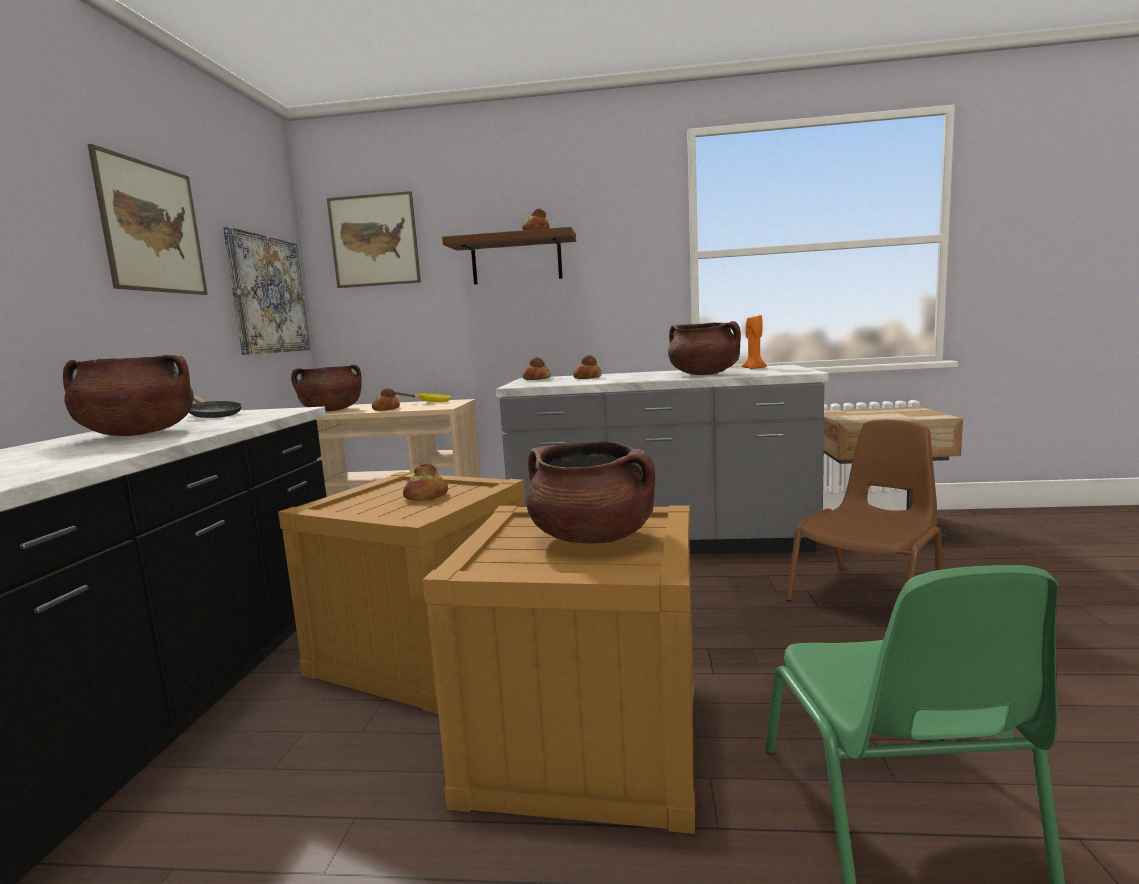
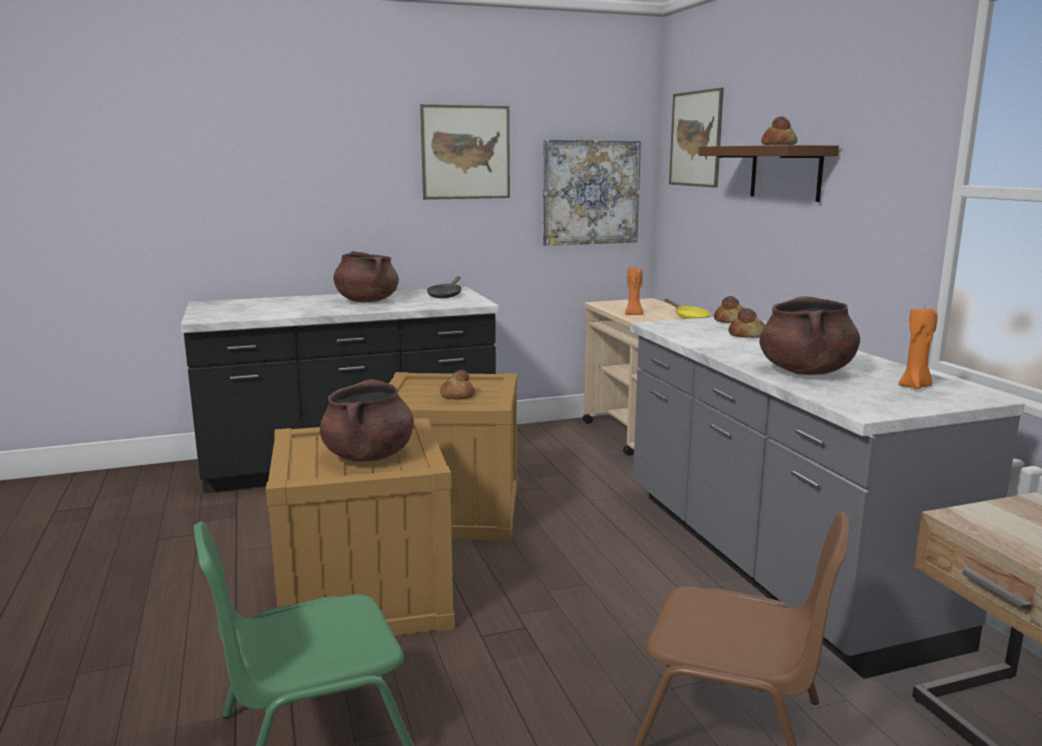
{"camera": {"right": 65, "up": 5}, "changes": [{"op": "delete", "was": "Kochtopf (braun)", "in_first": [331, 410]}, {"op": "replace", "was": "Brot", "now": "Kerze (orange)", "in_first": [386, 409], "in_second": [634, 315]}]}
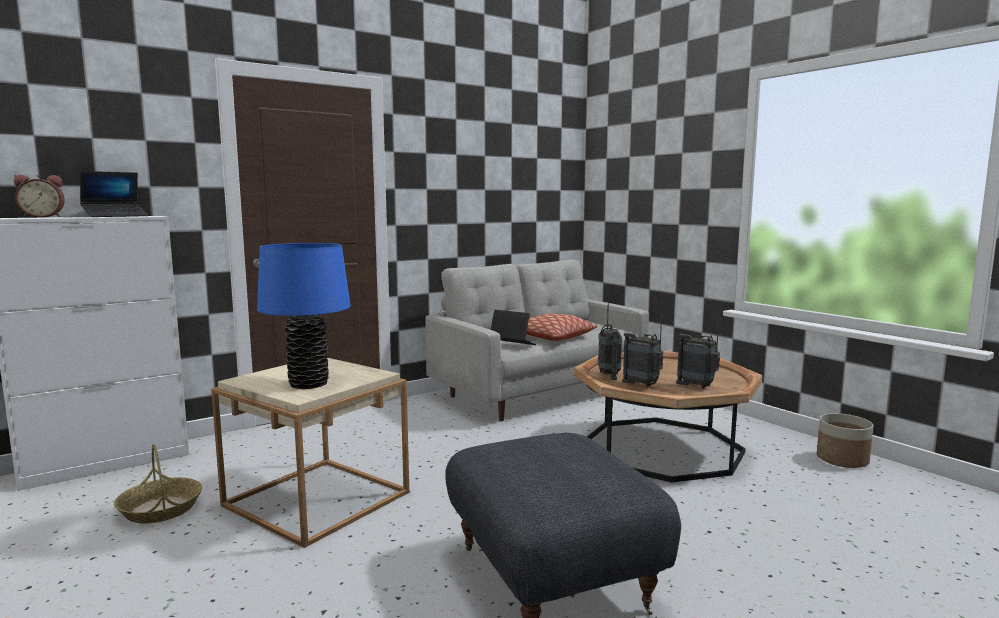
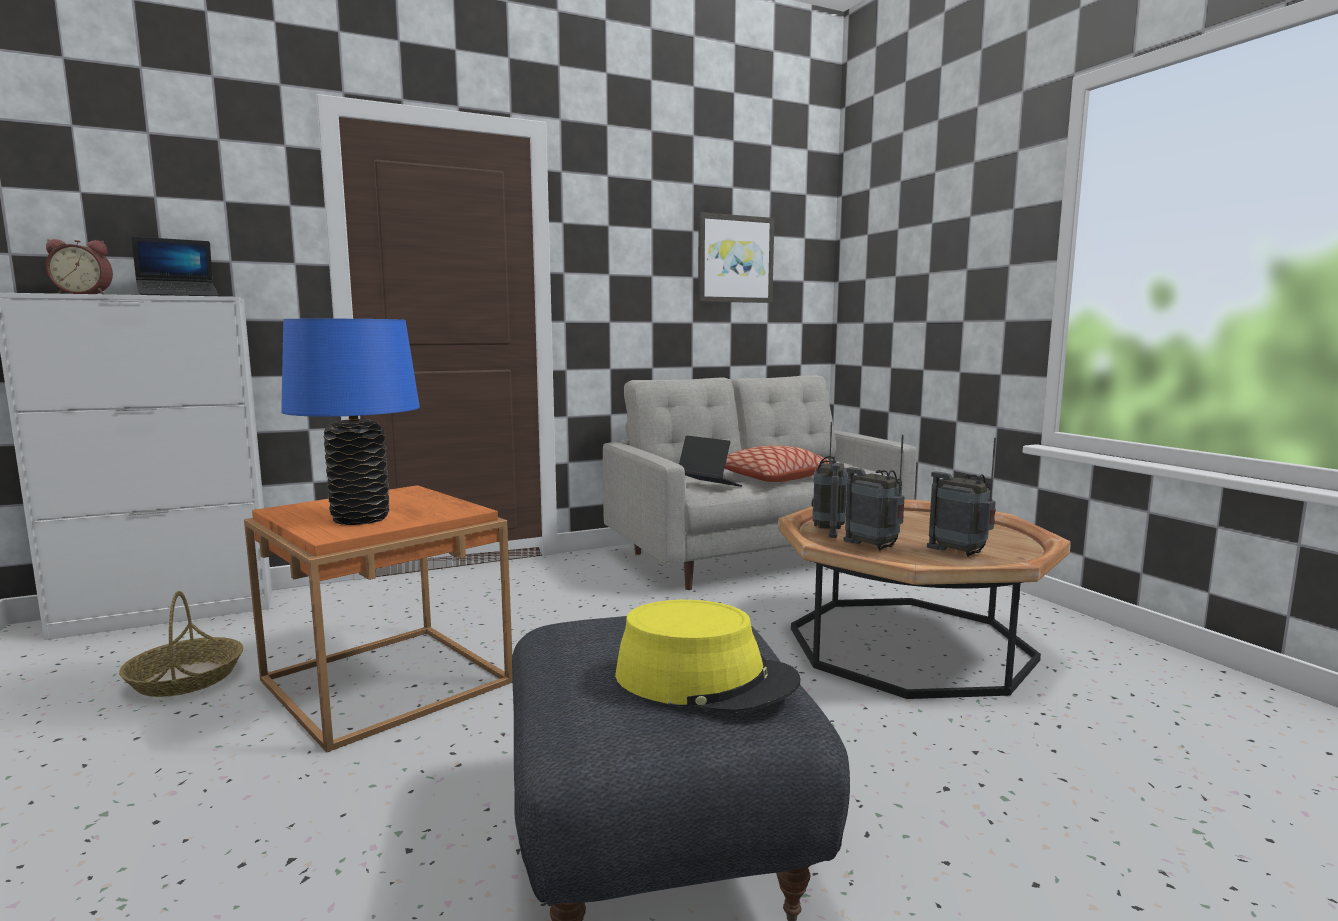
{"camera": {"right": 10, "up": 0}, "changes": [{"op": "delete", "was": "Pflanzkübel", "in_first": [842, 460]}, {"op": "insert", "now": "Hut (gelb)", "in_second": [705, 679]}, {"op": "insert", "now": "Bild", "in_second": [735, 259]}, {"op": "recolor", "was": "Beistelltisch (beige)", "now": "Beistelltisch (orange)", "in_first": [317, 499], "in_second": [386, 681]}]}
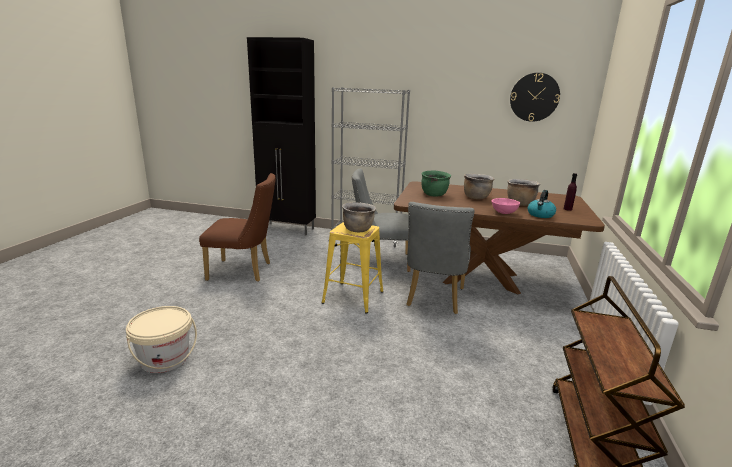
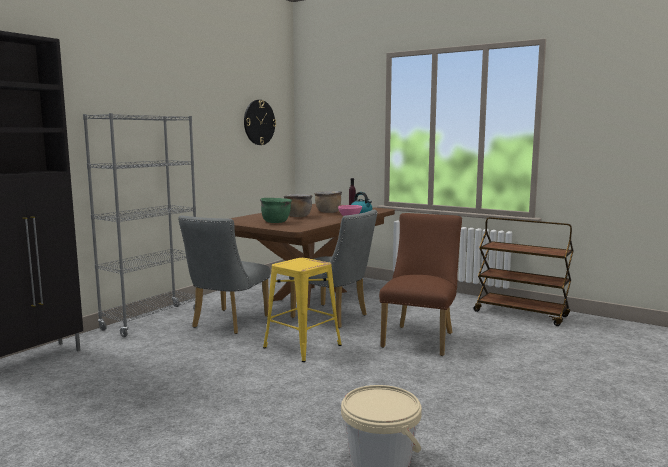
{"camera": {"right": -70, "up": -10}, "changes": [{"op": "delete", "was": "Kochtopf (braun)", "in_first": [358, 230]}, {"op": "move", "was": "Stuhl (braun)", "in_first": [244, 271], "in_second": [420, 338]}]}
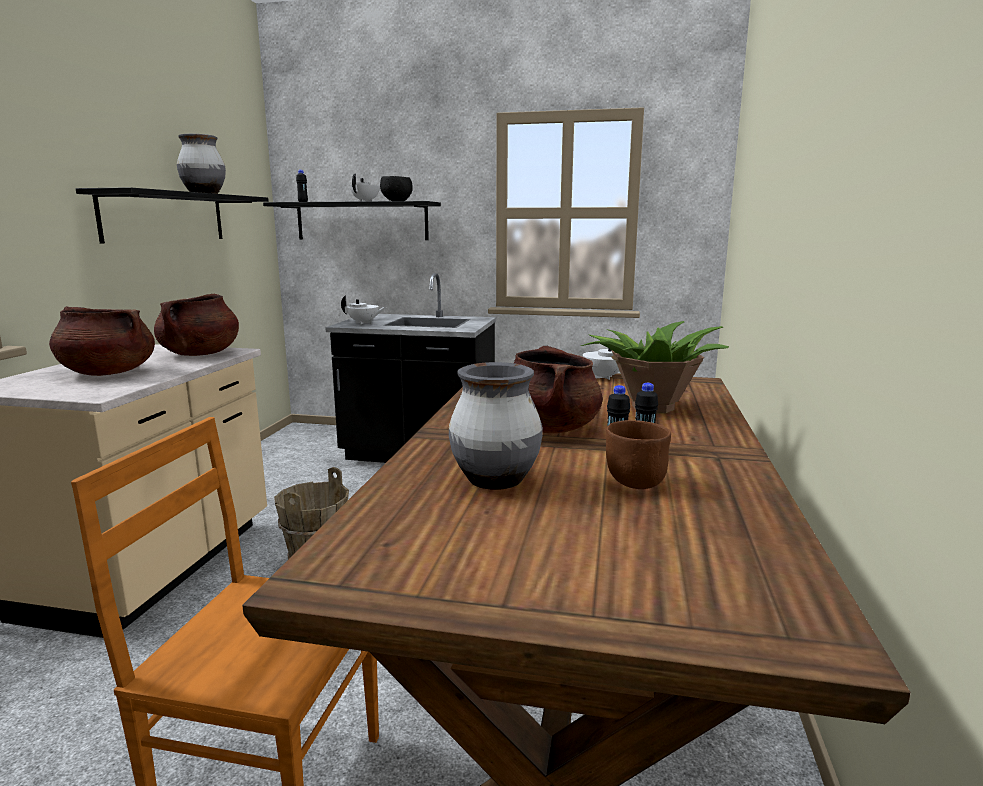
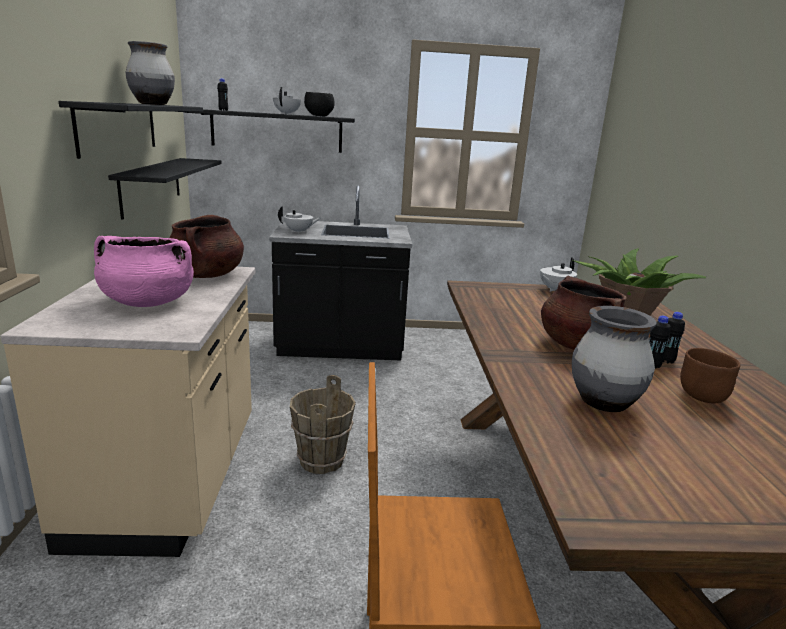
{"camera": {"right": -15, "up": 5}, "changes": [{"op": "insert", "now": "Wandregal (schwarz)", "in_second": [151, 185]}, {"op": "recolor", "was": "Kochtopf (braun)", "now": "Kochtopf (rosa)", "in_first": [107, 373], "in_second": [147, 302]}]}
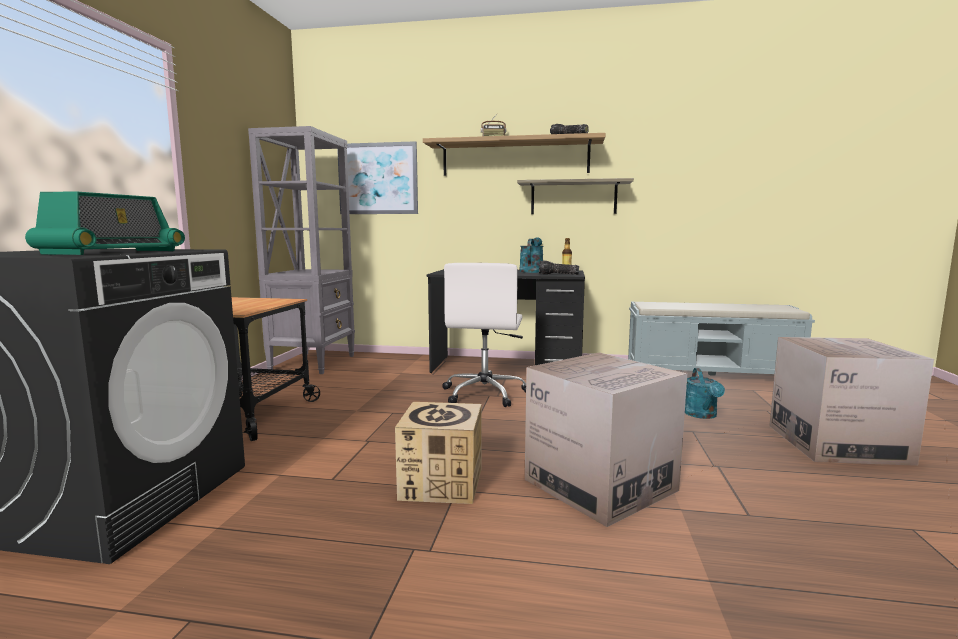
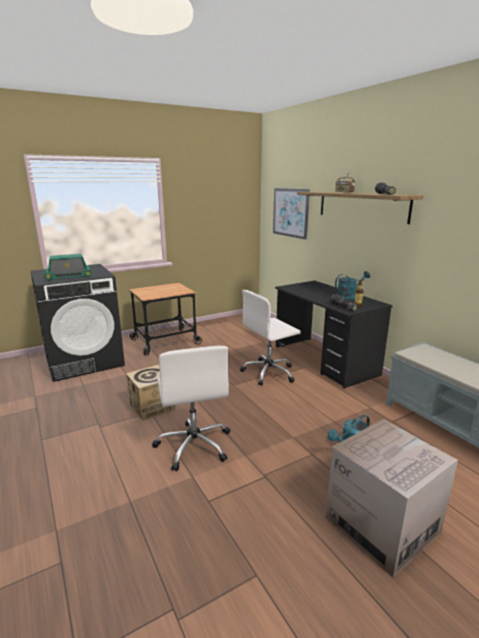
{"camera": {"right": 50, "up": 10}, "changes": [{"op": "delete", "was": "Bücherregal (grau)", "in_first": [314, 363]}, {"op": "delete", "was": "Wandregal", "in_first": [573, 198]}, {"op": "replace", "was": "Karton", "now": "Bürostuhl (weiß)", "in_first": [600, 485], "in_second": [194, 445]}]}
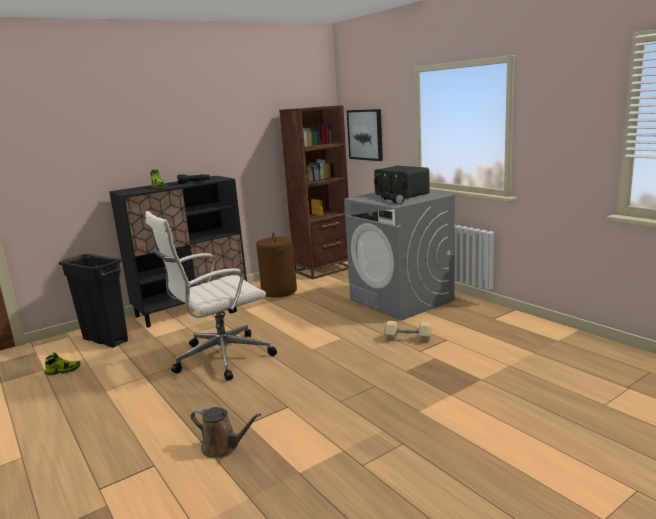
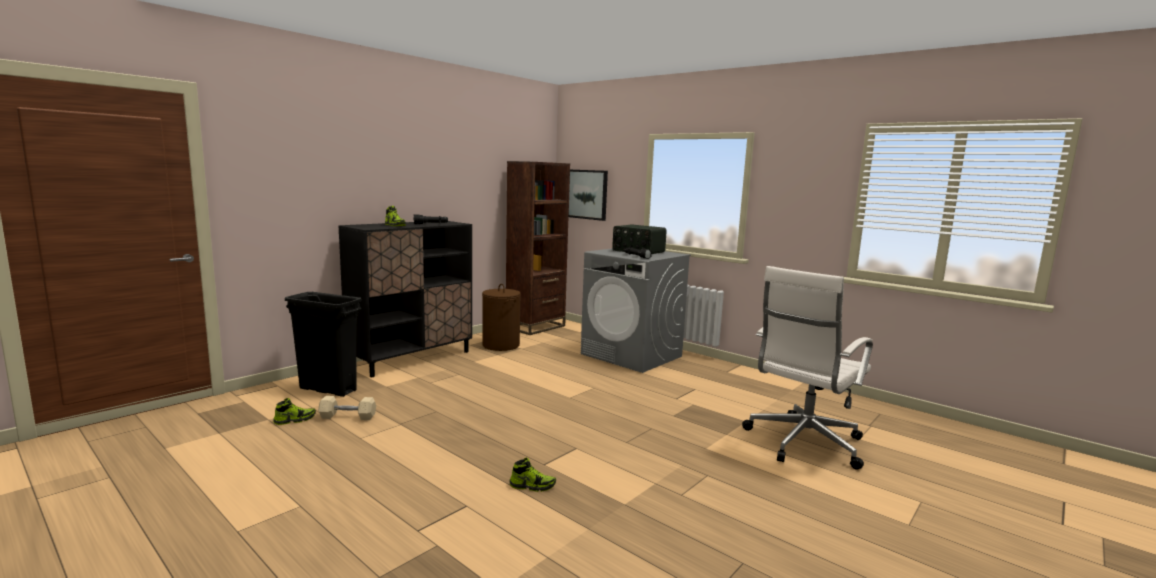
{"camera": {"right": -15, "up": -5}, "changes": [{"op": "move", "was": "Bürostuhl (weiß)", "in_first": [220, 358], "in_second": [802, 443]}, {"op": "move", "was": "Hantel (beige)", "in_first": [408, 338], "in_second": [348, 417]}, {"op": "replace", "was": "Gießkanne (braun)", "now": "Schuh", "in_first": [223, 447], "in_second": [532, 486]}]}
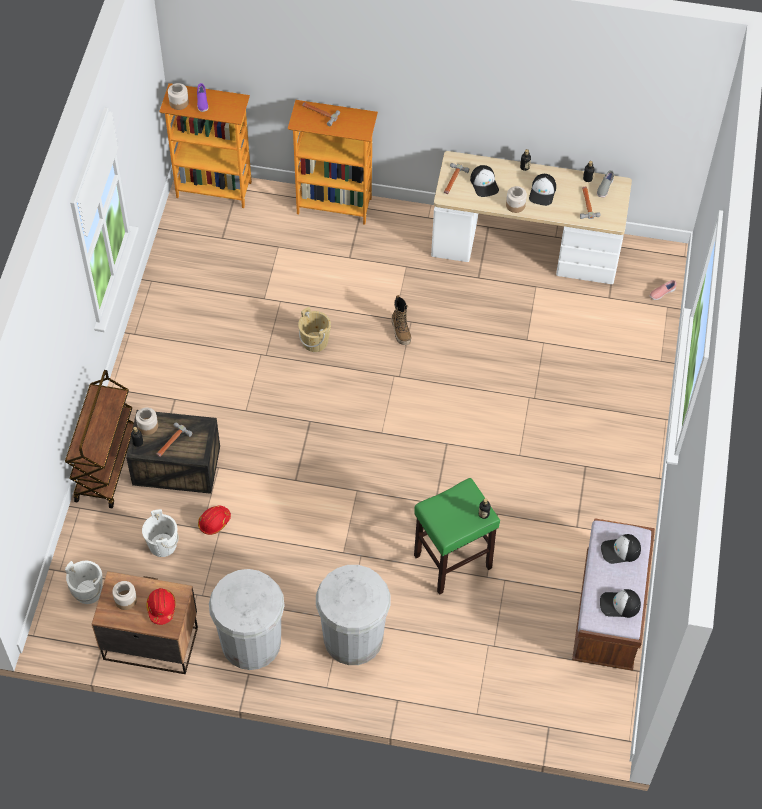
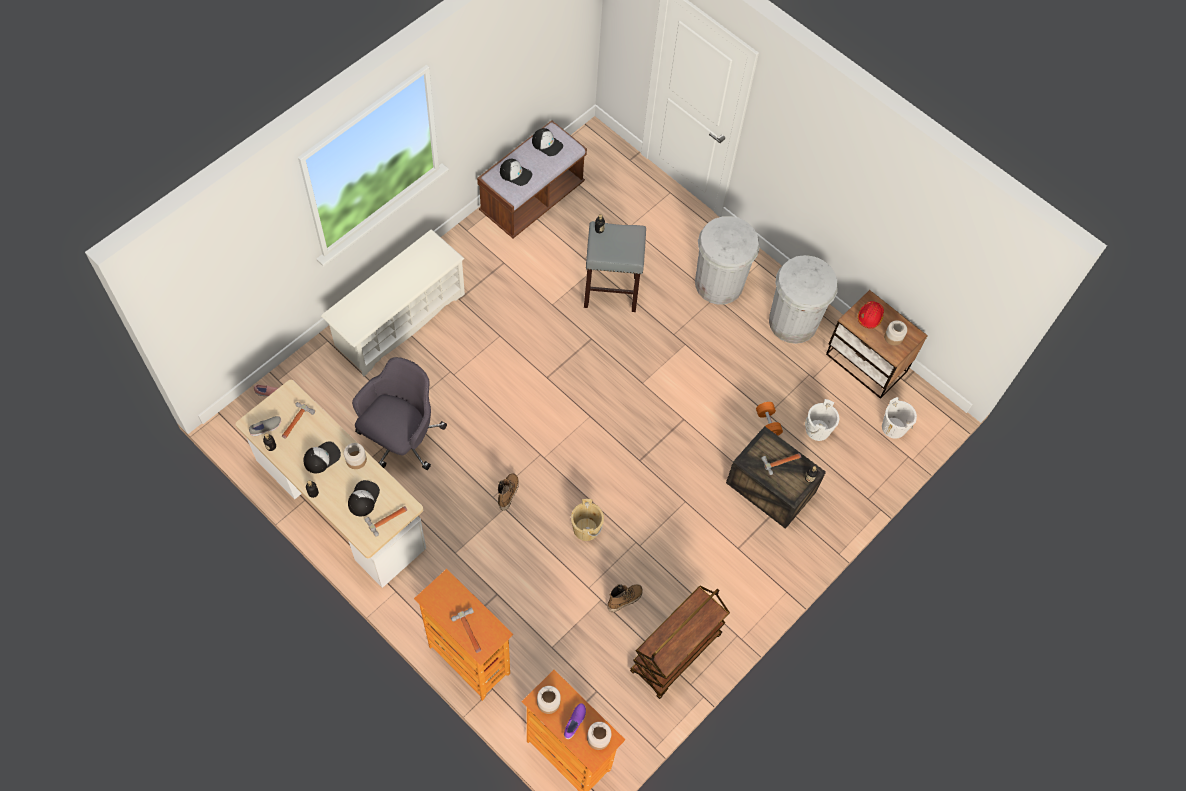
{"camera": {"right": -150, "up": 5}, "changes": [{"op": "insert", "now": "Schuhregal (weiß)", "in_second": [399, 320]}, {"op": "insert", "now": "Bürostuhl (grau)", "in_second": [401, 439]}, {"op": "insert", "now": "Stiefel", "in_second": [624, 599]}, {"op": "move", "was": "Rollwagen (braun)", "in_first": [105, 464], "in_second": [675, 654]}, {"op": "move", "was": "Vorratsglas", "in_first": [147, 426], "in_second": [548, 702]}, {"op": "replace", "was": "Schutzhelm (rot)", "now": "Hantel (orange)", "in_first": [214, 522], "in_second": [767, 423]}, {"op": "recolor", "was": "Hocker (grün)", "now": "Hocker (grau)", "in_first": [452, 562], "in_second": [611, 291]}]}
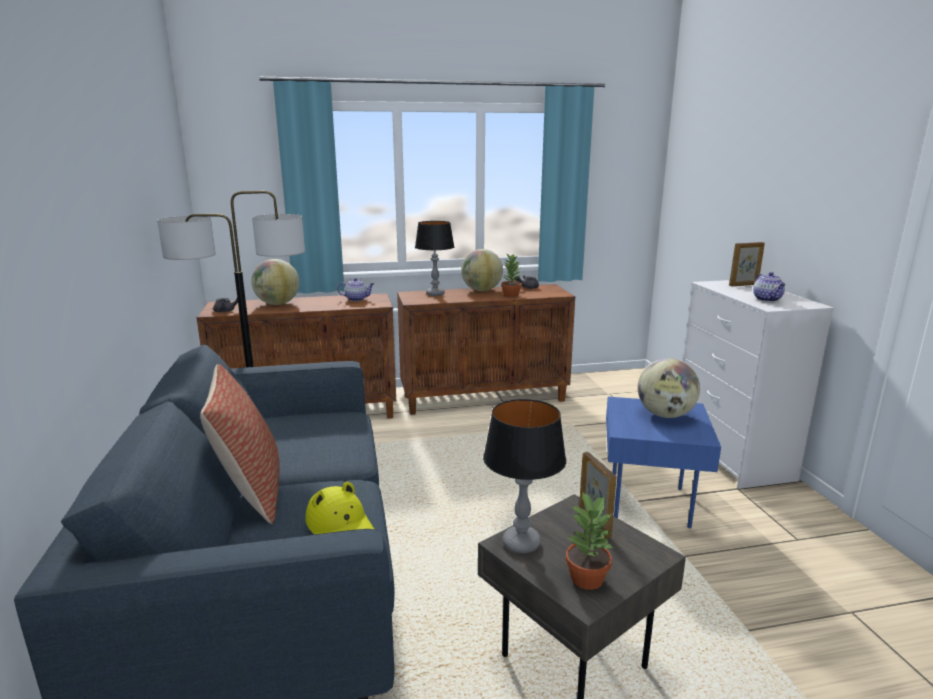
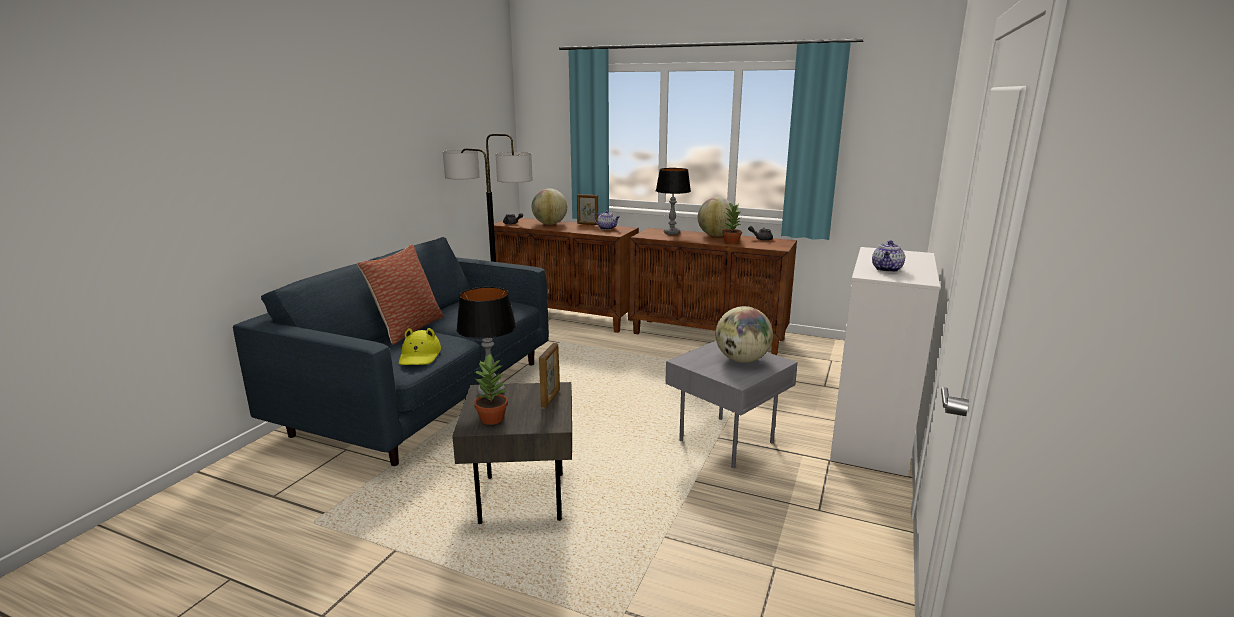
{"camera": {"right": 35, "up": 0}, "changes": [{"op": "move", "was": "Bilderrahmen", "in_first": [744, 285], "in_second": [587, 224]}, {"op": "recolor", "was": "Beistelltisch (blau)", "now": "Beistelltisch (grau)", "in_first": [651, 505], "in_second": [726, 443]}]}
